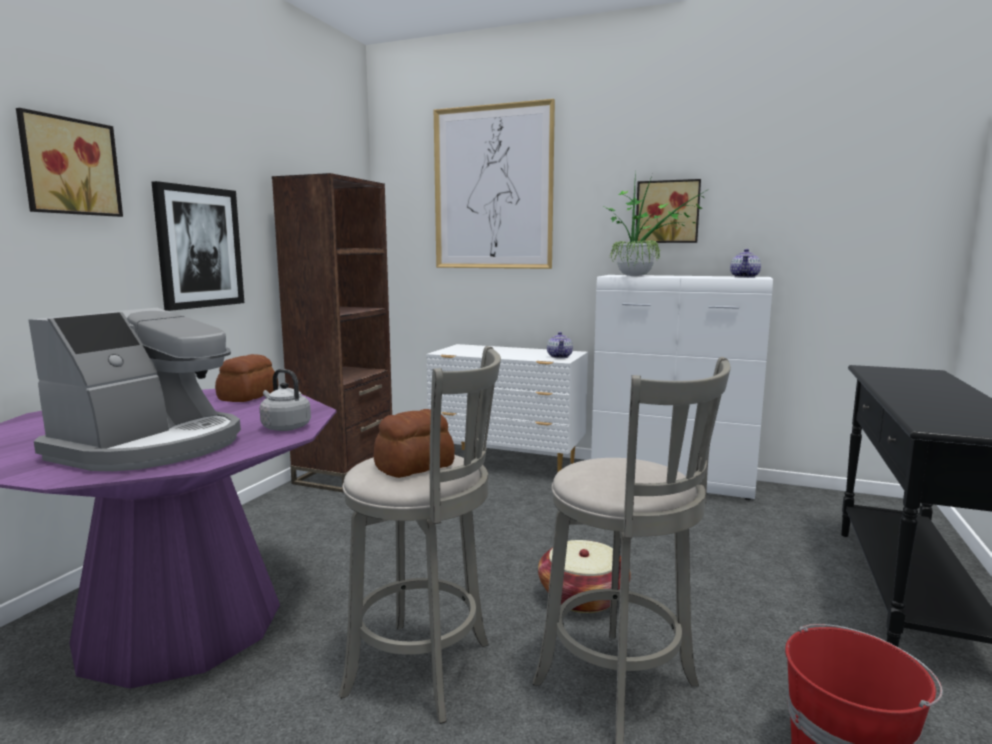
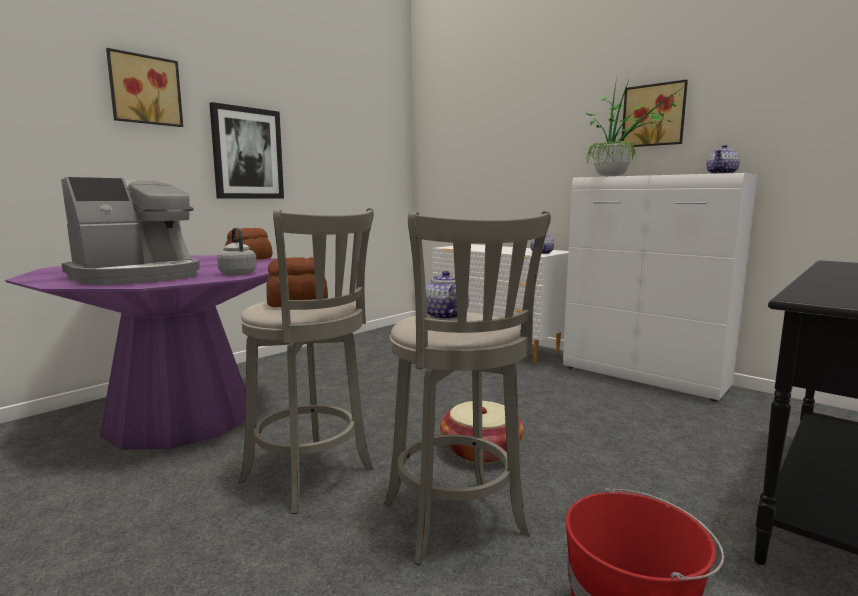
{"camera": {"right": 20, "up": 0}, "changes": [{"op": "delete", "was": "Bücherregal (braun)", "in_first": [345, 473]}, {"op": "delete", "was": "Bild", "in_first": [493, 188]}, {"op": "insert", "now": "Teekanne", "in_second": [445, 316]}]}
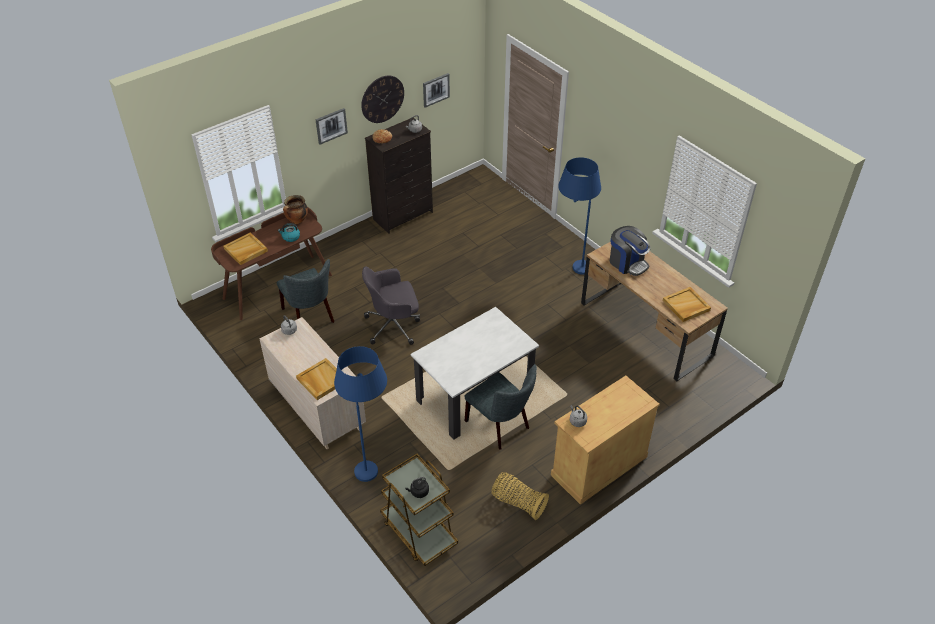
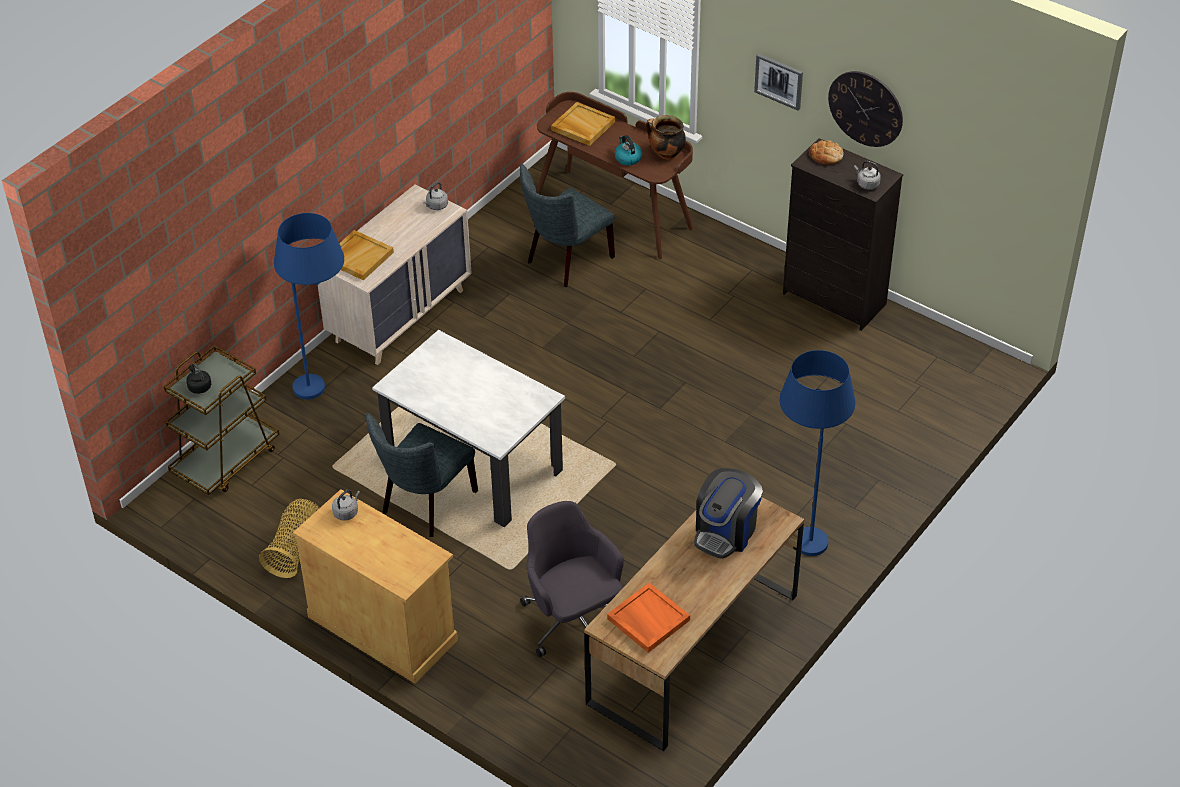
{"camera": {"right": 75, "up": 0}, "changes": [{"op": "delete", "was": "Bild", "in_first": [435, 89]}, {"op": "move", "was": "Bürostuhl (grau)", "in_first": [394, 325], "in_second": [573, 620]}, {"op": "recolor", "was": "Tablett (beige)", "now": "Tablett (orange)", "in_first": [686, 306], "in_second": [647, 619]}]}
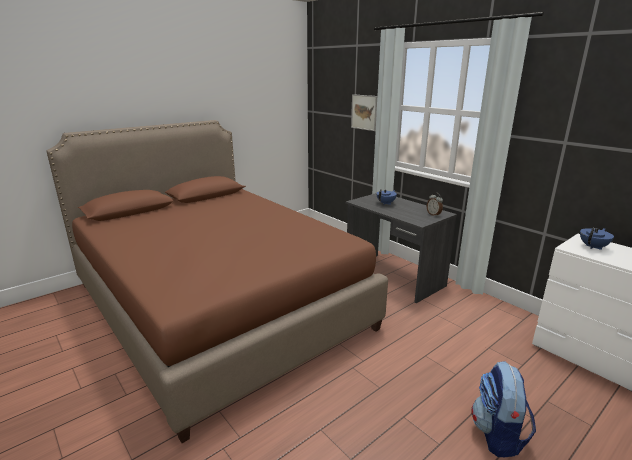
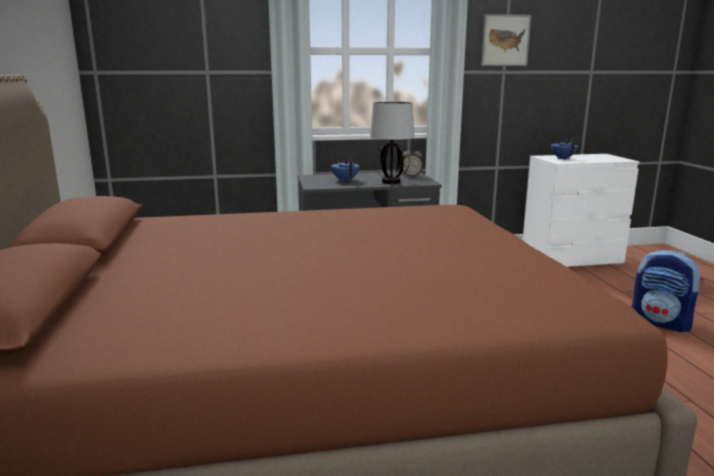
{"camera": {"right": -60, "up": -5}, "changes": [{"op": "insert", "now": "Tischlampe", "in_second": [391, 182]}, {"op": "move", "was": "Bild", "in_first": [364, 112], "in_second": [505, 40]}]}
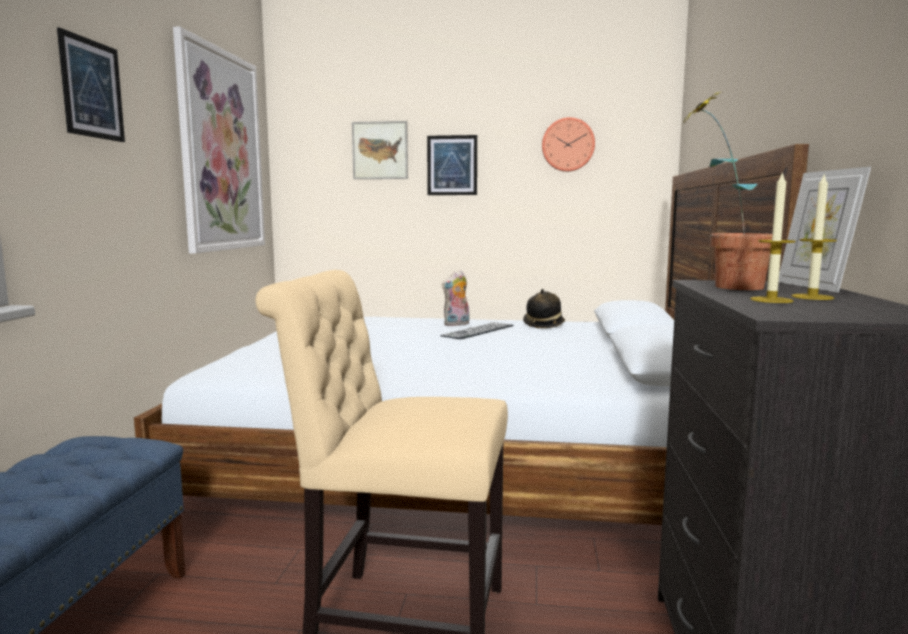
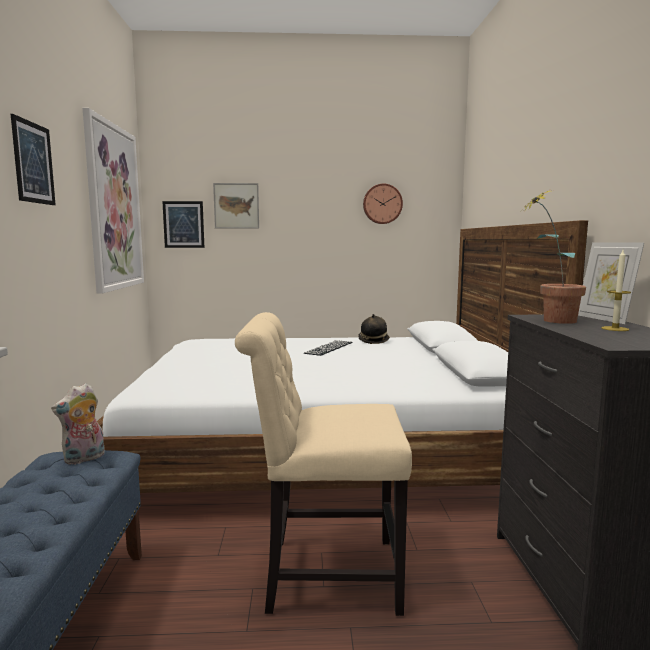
{"camera": {"right": -10, "up": 0}, "changes": [{"op": "delete", "was": "Kerze", "in_first": [771, 300]}, {"op": "move", "was": "Bild", "in_first": [452, 165], "in_second": [183, 224]}, {"op": "move", "was": "Plüschtier", "in_first": [456, 324], "in_second": [84, 459]}]}
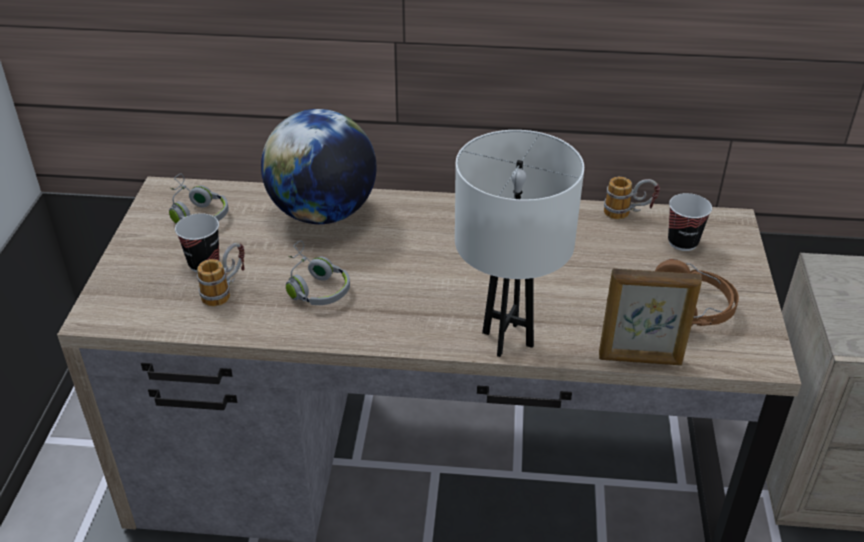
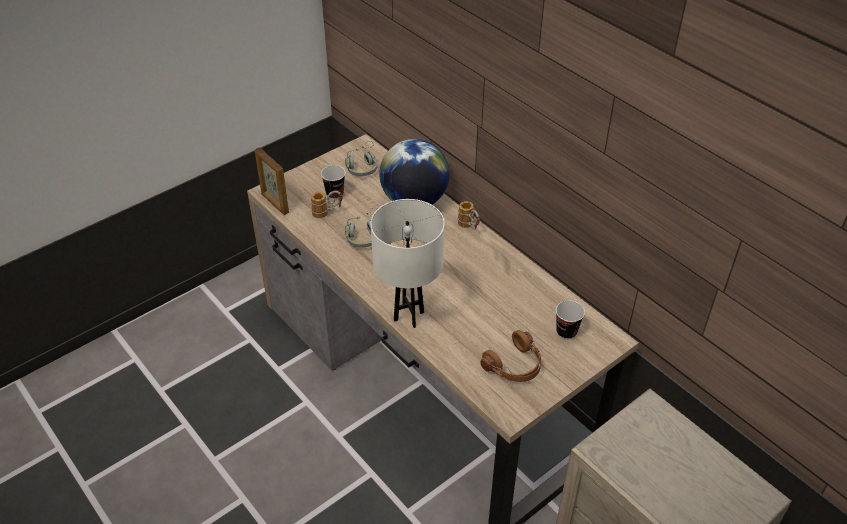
{"camera": {"right": 45, "up": 5}, "changes": [{"op": "move", "was": "Bilderrahmen", "in_first": [640, 360], "in_second": [274, 203]}, {"op": "move", "was": "Henkelbecher", "in_first": [628, 214], "in_second": [469, 227]}]}
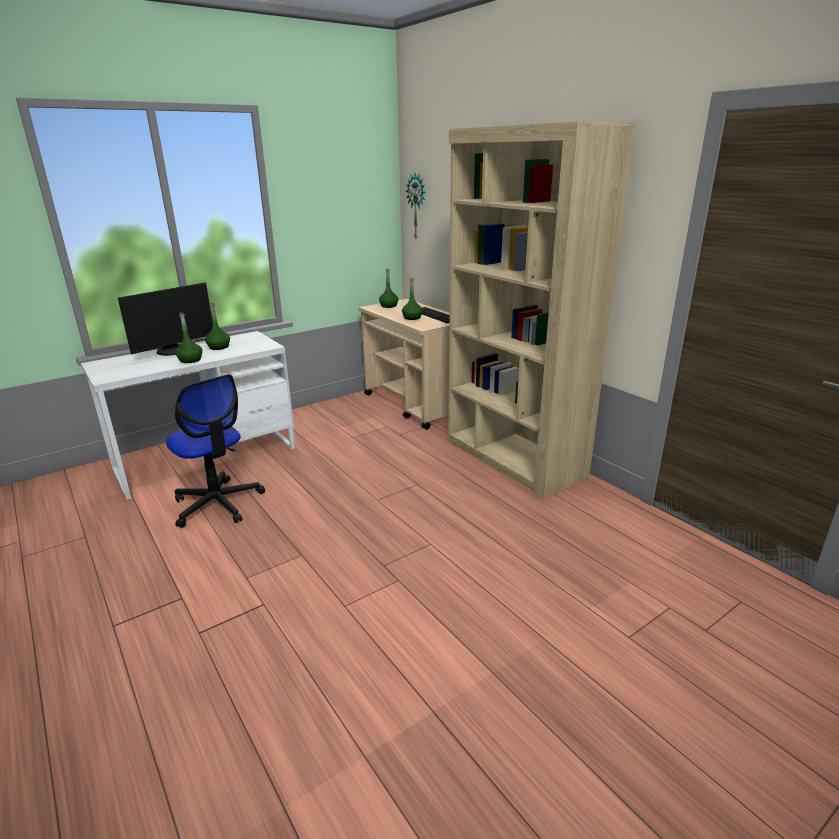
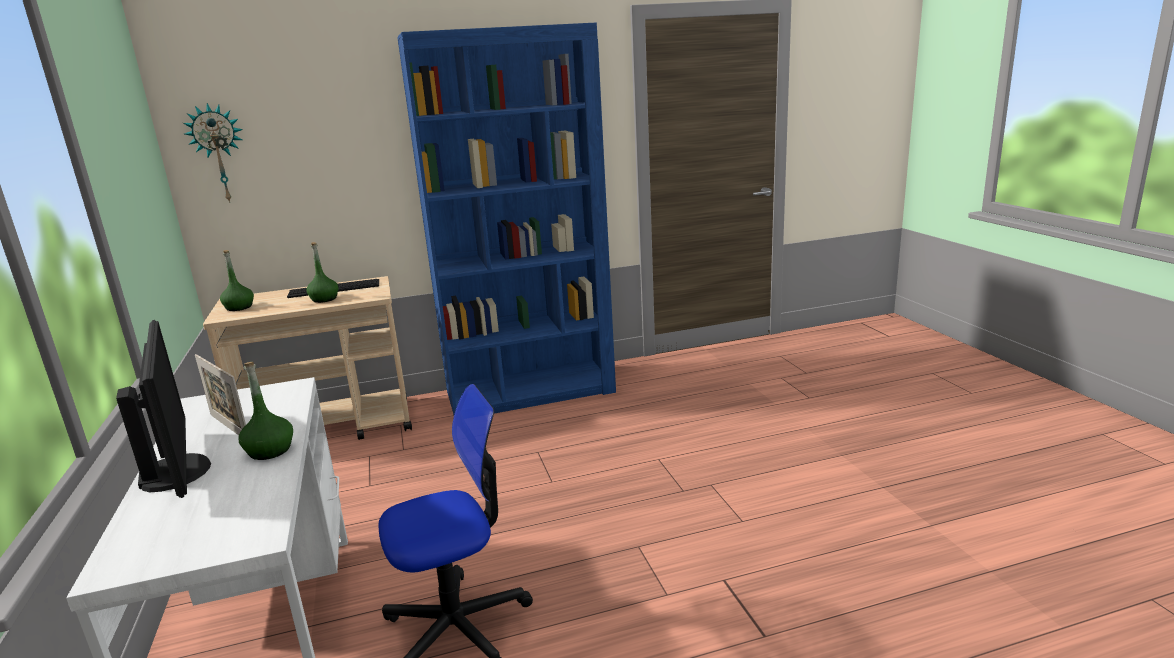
{"camera": {"right": -70, "up": -5}, "changes": [{"op": "replace", "was": "Flasche (grün)", "now": "Bilderrahmen", "in_first": [219, 347], "in_second": [229, 428]}, {"op": "recolor", "was": "Bücherregal (beige)", "now": "Bücherregal (blau)", "in_first": [513, 458], "in_second": [531, 392]}]}
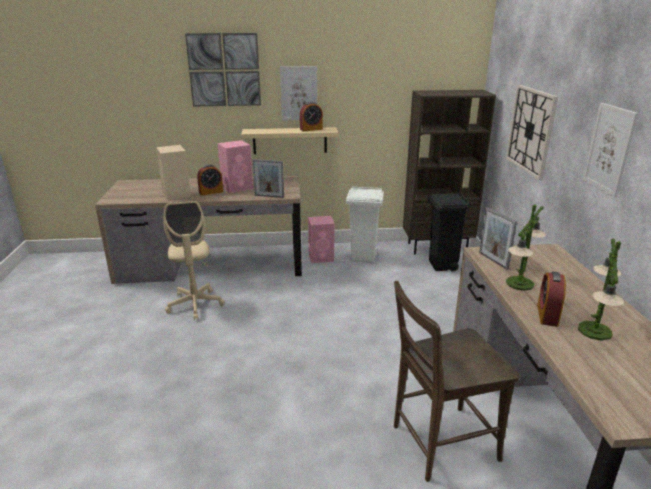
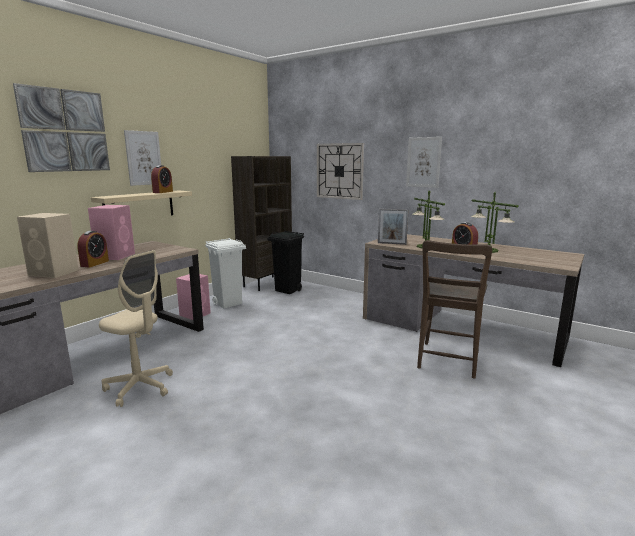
{"camera": {"right": -50, "up": -10}, "changes": [{"op": "delete", "was": "Bilderrahmen", "in_first": [269, 196]}]}
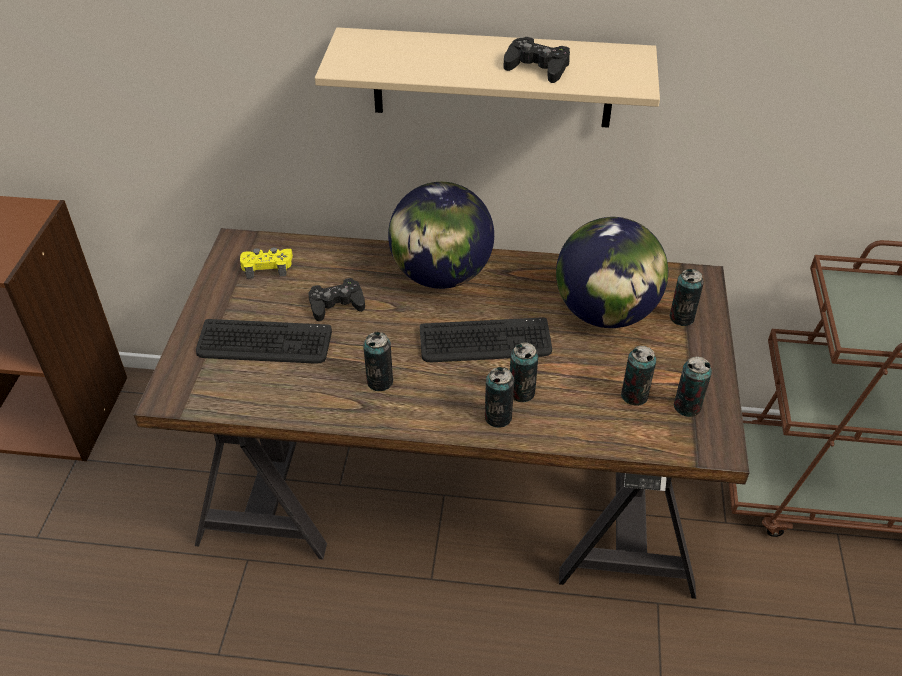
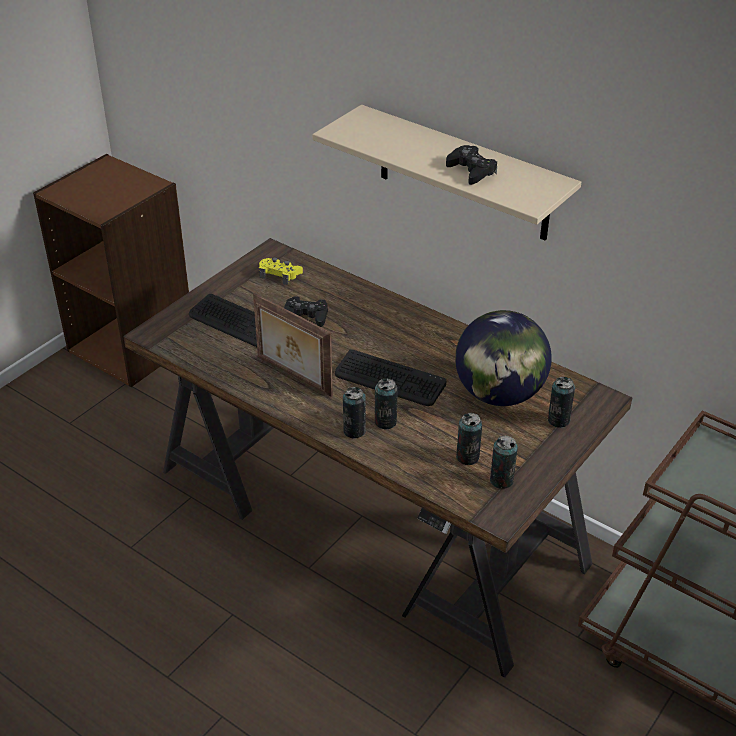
{"camera": {"right": 30, "up": -5}, "changes": [{"op": "delete", "was": "Globus", "in_first": [441, 276]}, {"op": "replace", "was": "Dose", "now": "Bilderrahmen", "in_first": [380, 381], "in_second": [293, 376]}]}
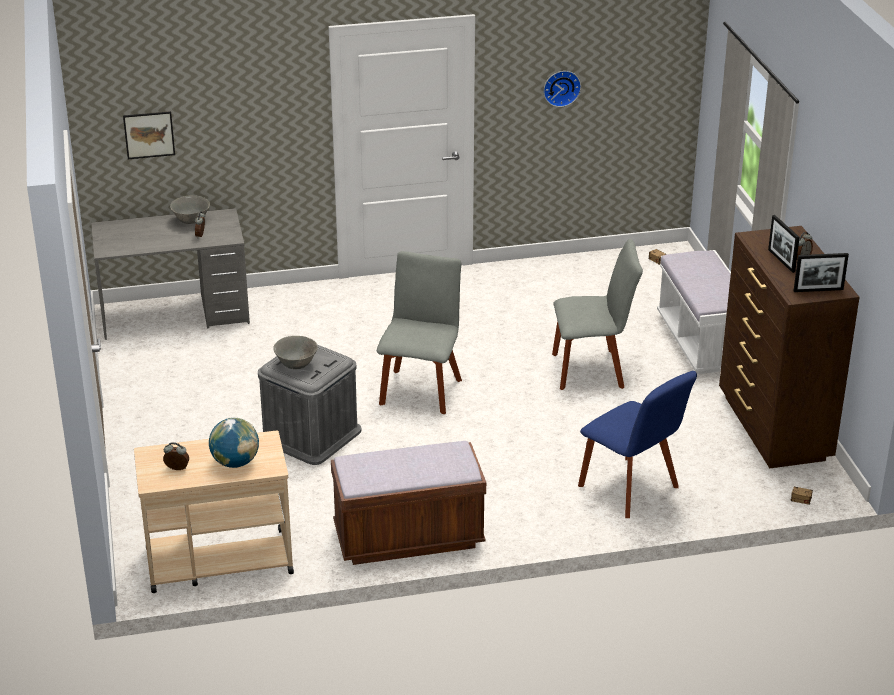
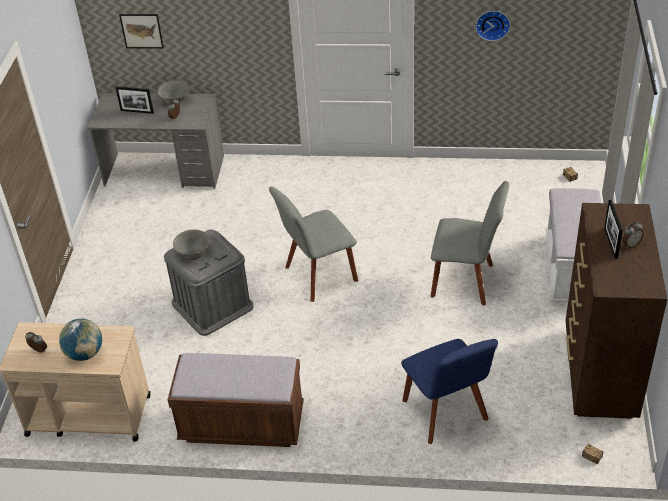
{"camera": {"right": 20, "up": 10}, "changes": [{"op": "move", "was": "Bilderrahmen", "in_first": [818, 290], "in_second": [137, 111]}, {"op": "rotate", "was": "Stuhl (grau)", "in_first": [421, 389], "in_second": [317, 276], "clockwise": -150}]}
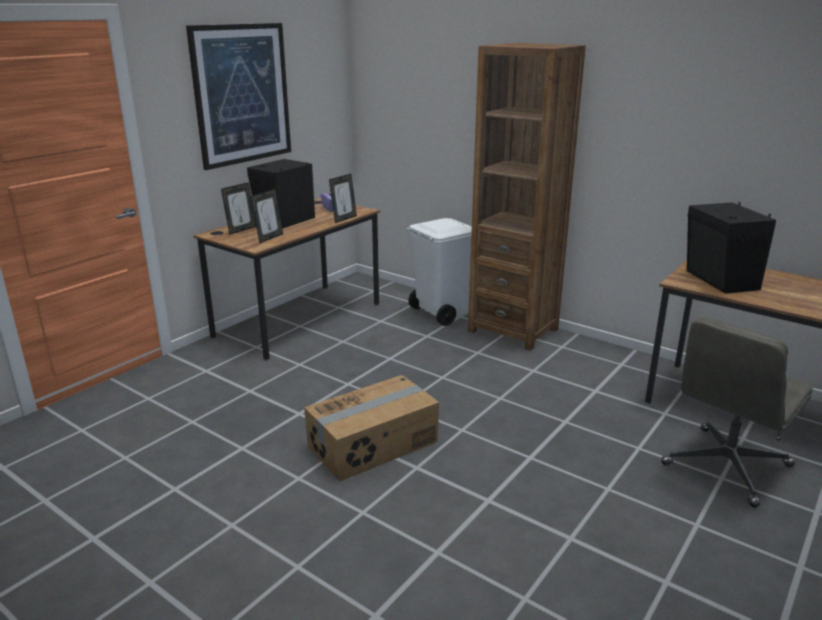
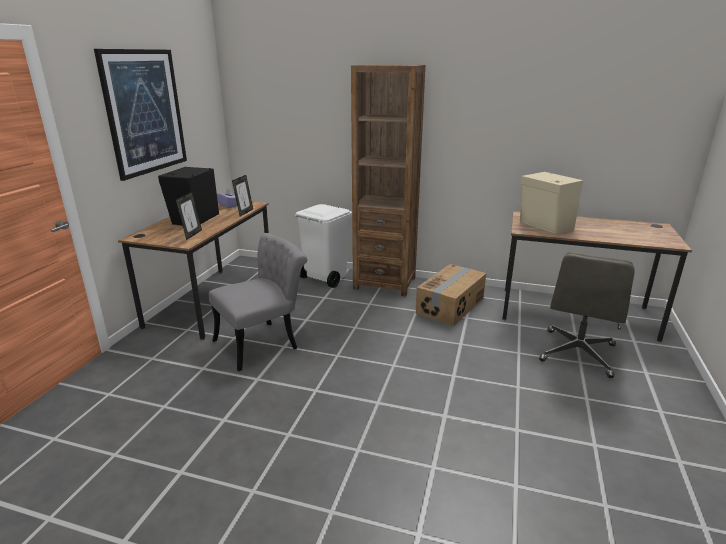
{"camera": {"right": -20, "up": 0}, "changes": [{"op": "delete", "was": "Bilderrahmen", "in_first": [241, 230]}, {"op": "insert", "now": "Stuhl (grau)", "in_second": [264, 342]}, {"op": "move", "was": "Karton", "in_first": [373, 444], "in_second": [451, 305]}, {"op": "recolor", "was": "Lautsprecher (schwarz)", "now": "Lautsprecher (beige)", "in_first": [719, 281], "in_second": [545, 226]}]}
